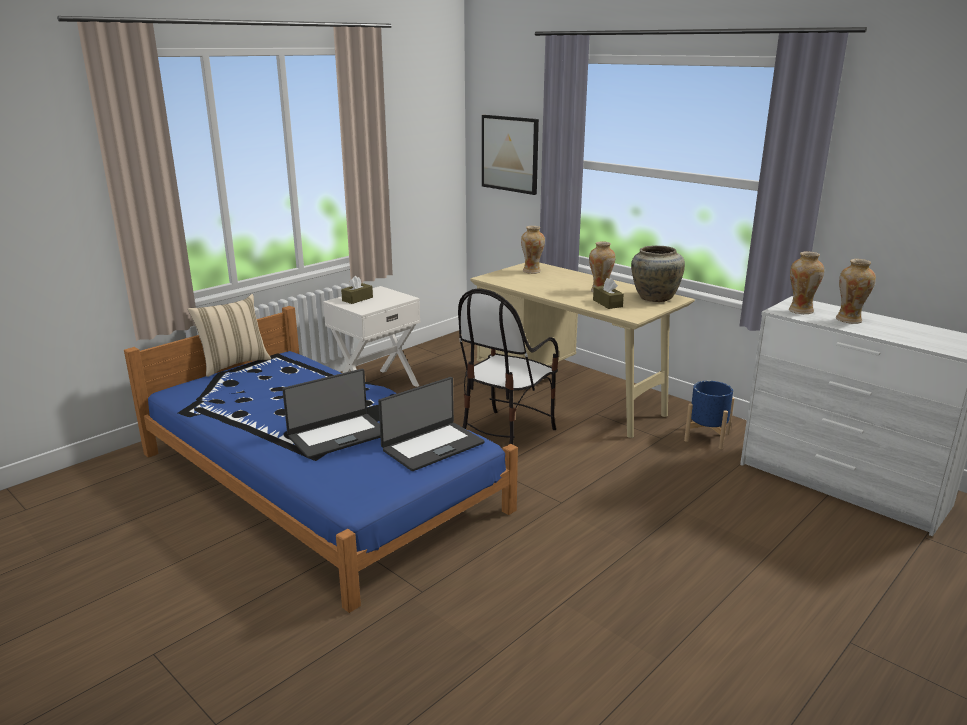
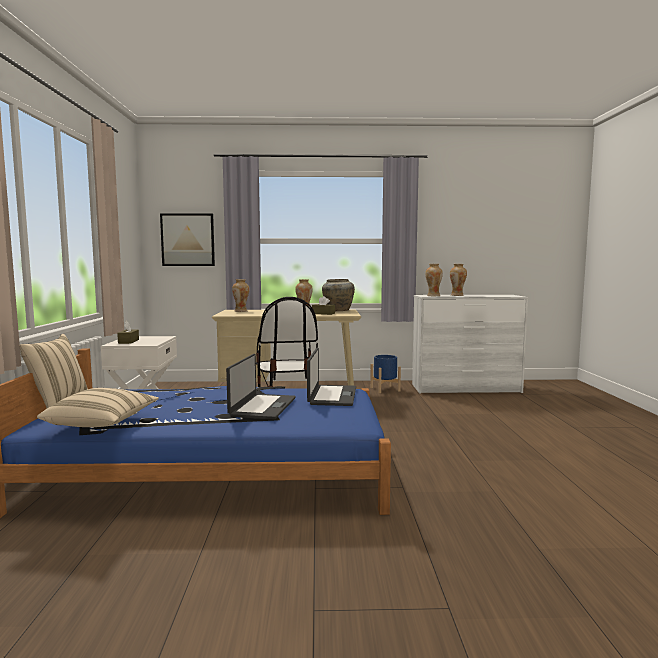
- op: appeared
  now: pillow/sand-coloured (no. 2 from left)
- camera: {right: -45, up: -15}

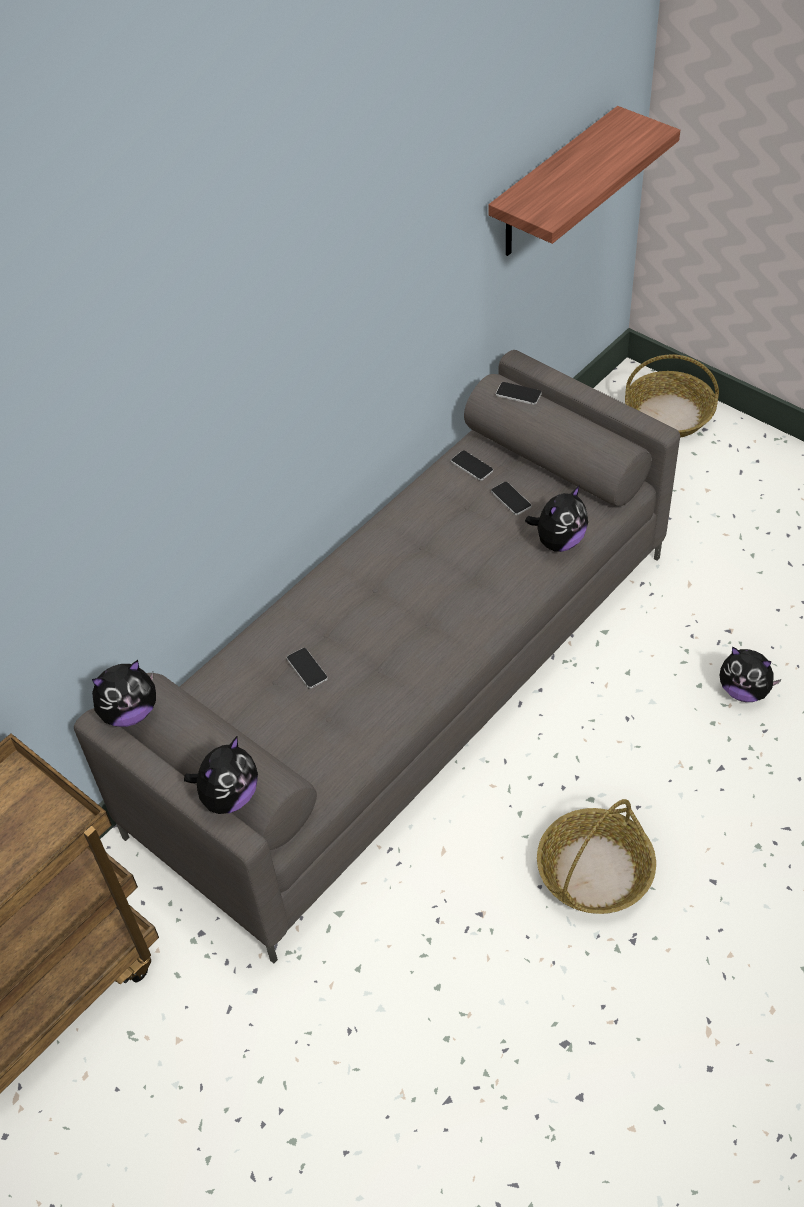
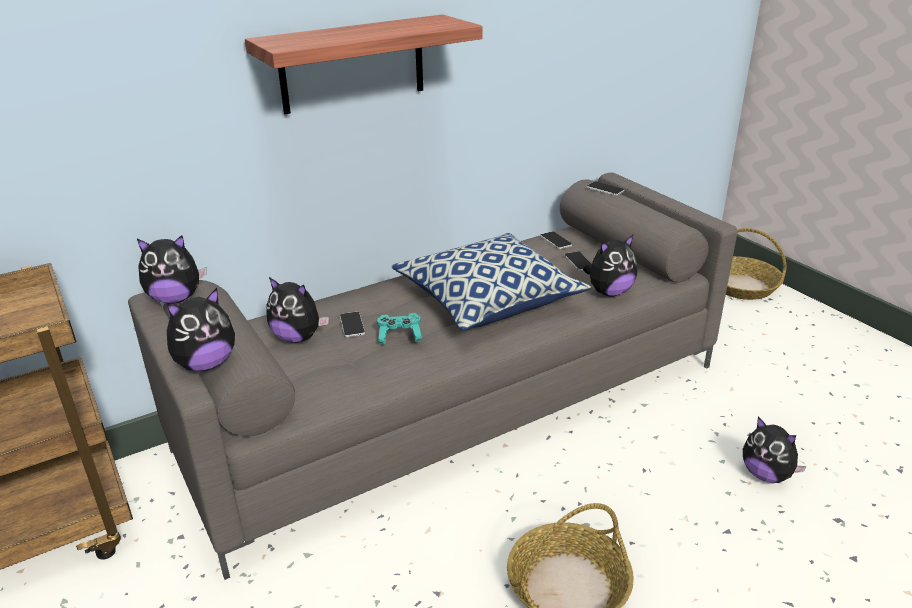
- op: relocated
  was: bracket shelf
- op: appeared
  now: cuddly toy (no. 3 from left)
- op: appeared
  now: game controller/turquoise-coloured
- op: appeared
  now: pillow
- camera: {right: 15, up: -20}

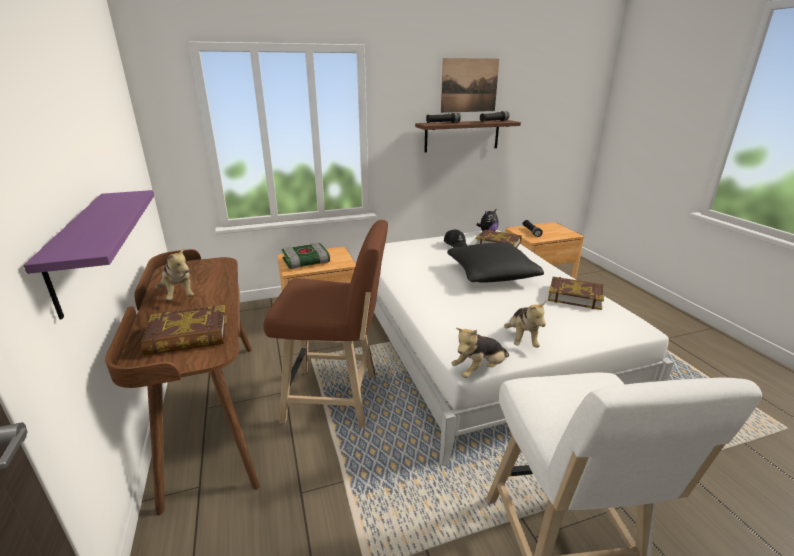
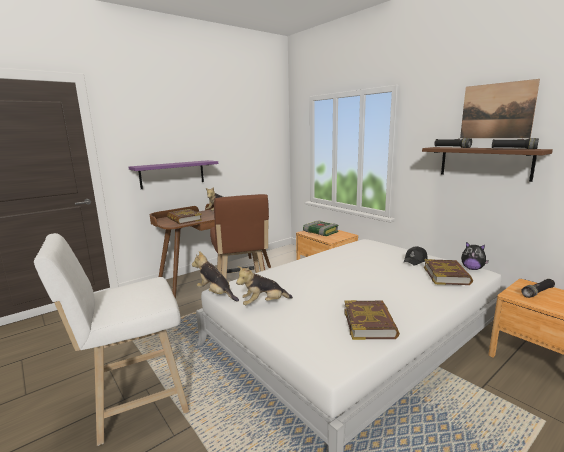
- op: missing
  was: pillow/black
- camera: {right: 70, up: -10}

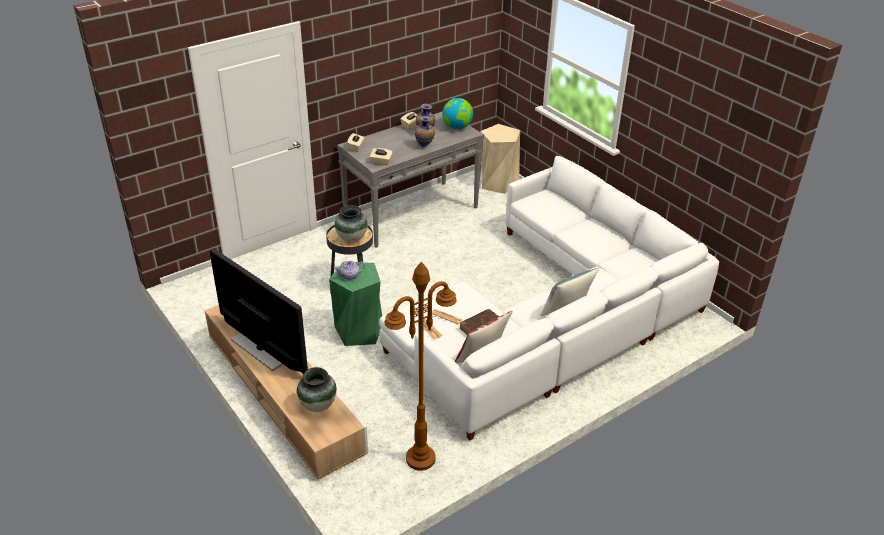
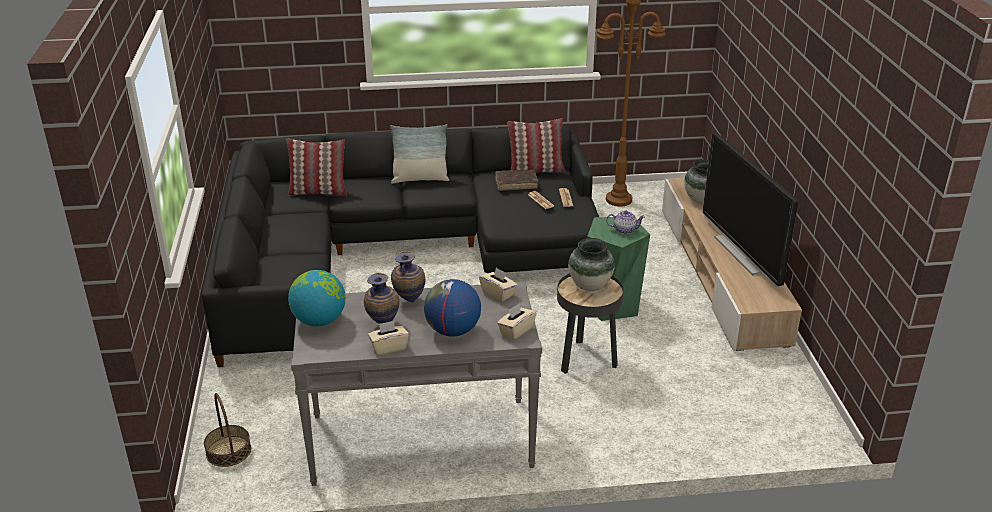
- op: colour
  was: couch/whitish
  now: couch/black
- op: exchanged
  was: stool/sand-coloured
  now: household basket
- op: appeared
  now: pillow (no. 1 from left)
- op: appeared
  now: globe (no. 2 from left)
- camera: {right: -150, up: -5}

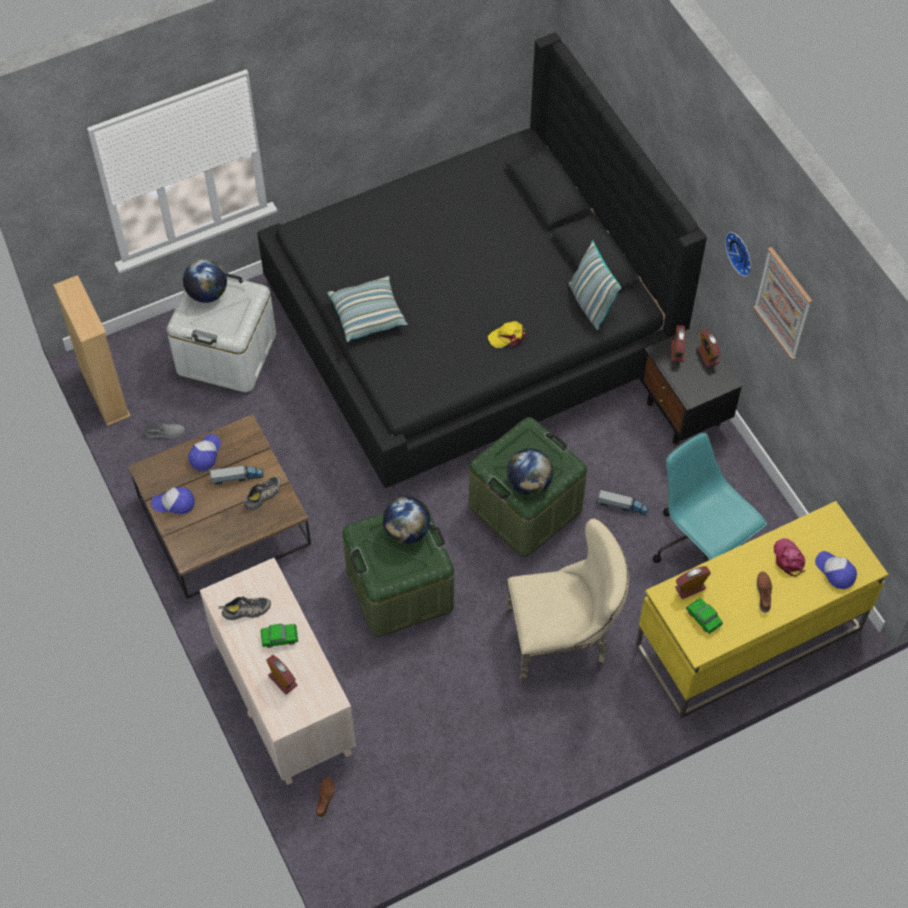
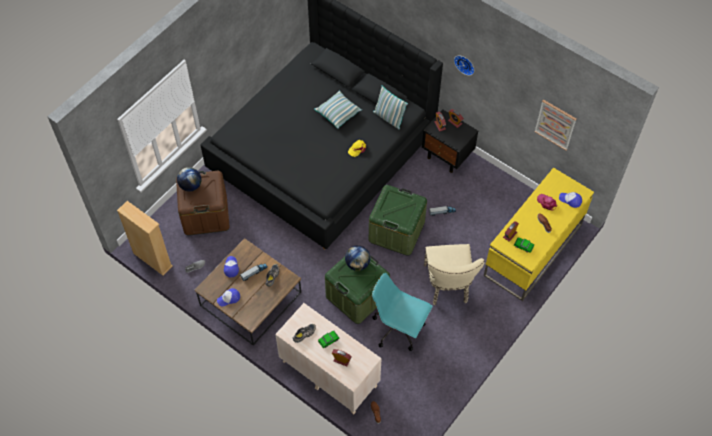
- op: colour
  was: storage container/whitish
  now: storage container/brownish
- op: relocated
  was: pillow (no. 1 from left)
- op: relocated
  was: office chair/turquoise-coloured
- op: spun
  was: plain chair/sand-coloured
  clockwise: 120
- op: relocated
  was: picture
- op: missing
  was: globe (no. 3 from left)
- camera: {right: -25, up: 0}

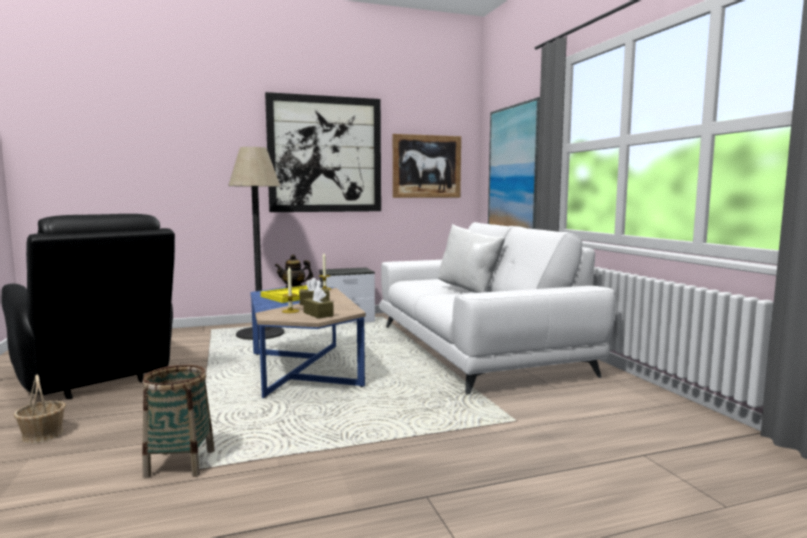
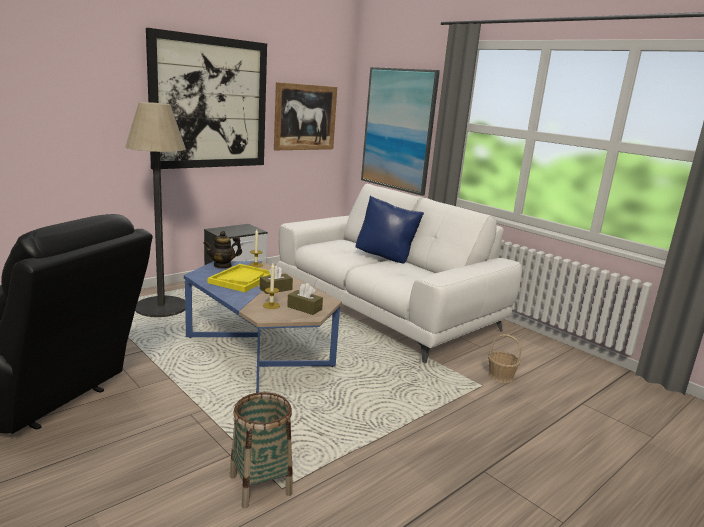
- op: colour
  was: pillow/whitish
  now: pillow/blue
- op: relocated
  was: household basket (no. 1 from left in the first image)
  now: household basket (no. 2 from left)
- camera: {right: -25, up: 10}

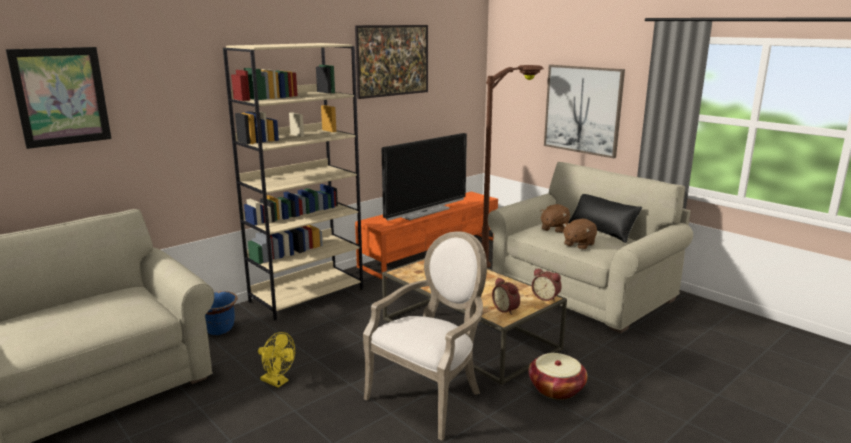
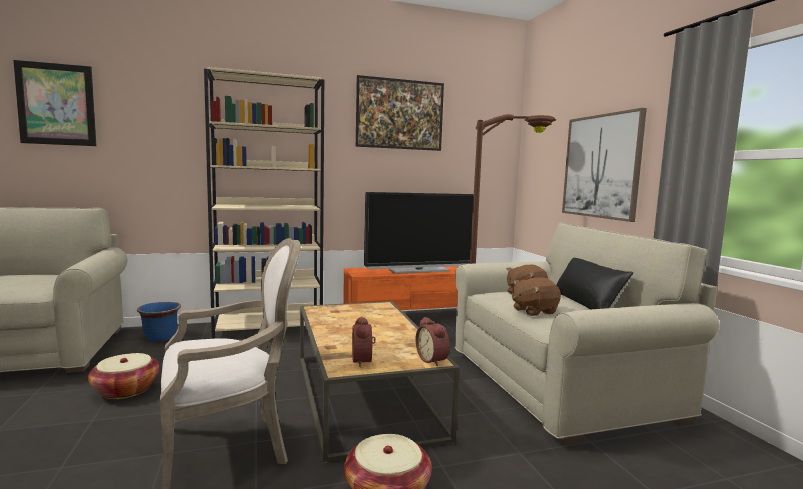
- op: exchanged
  was: fan/yellowish
  now: household basket (no. 1 from left)
- camera: {right: 25, up: -10}

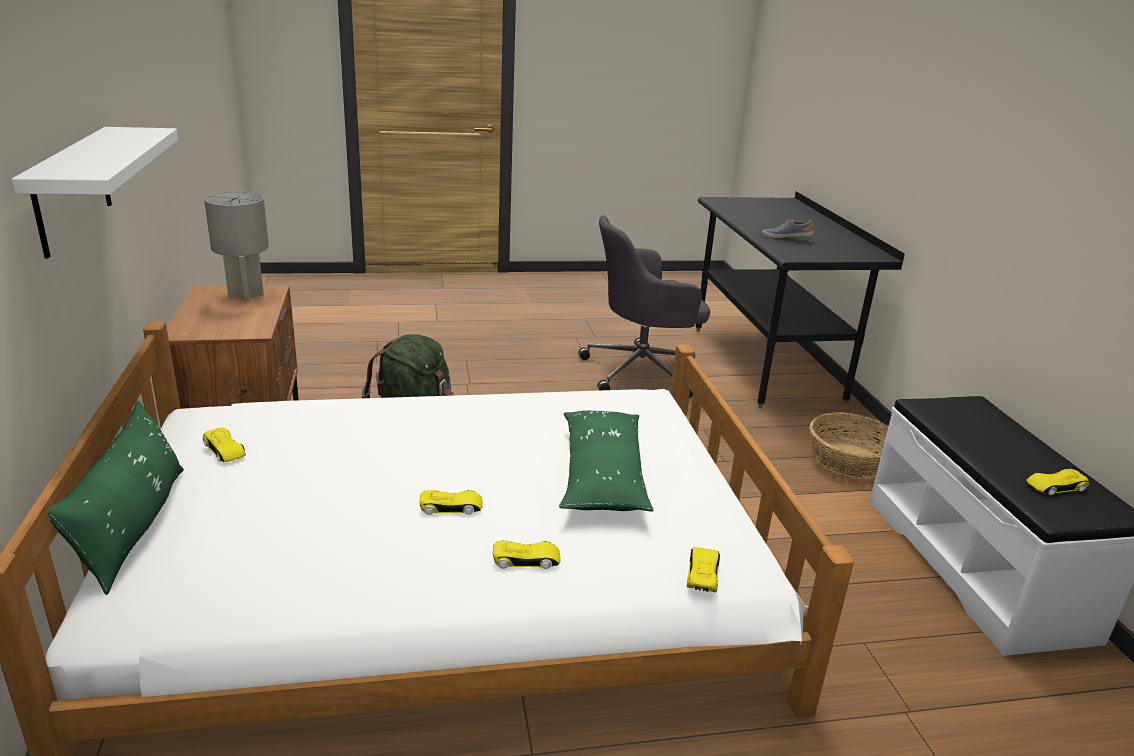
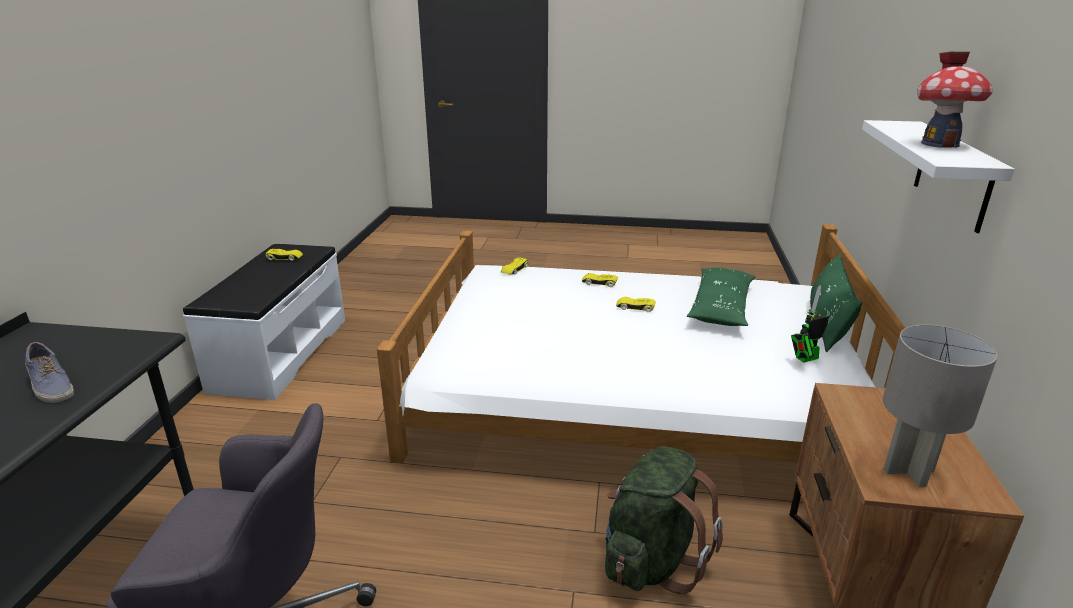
- op: relocated
  was: pillow/green (no. 2 from left in the first image)
  now: pillow/green (no. 1 from left)
- op: exchanged
  was: miniature car/yellowish (no. 1 from left)
  now: robot figure
- op: appeared
  now: model house
- op: missing
  was: household basket
- camera: {right: -160, up: 0}

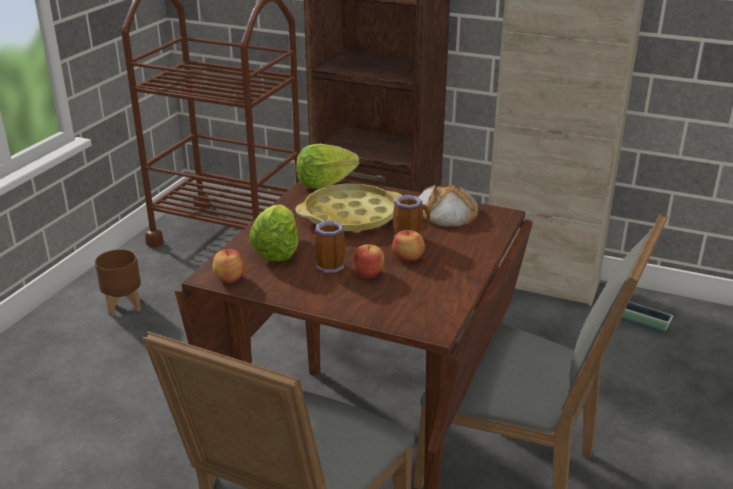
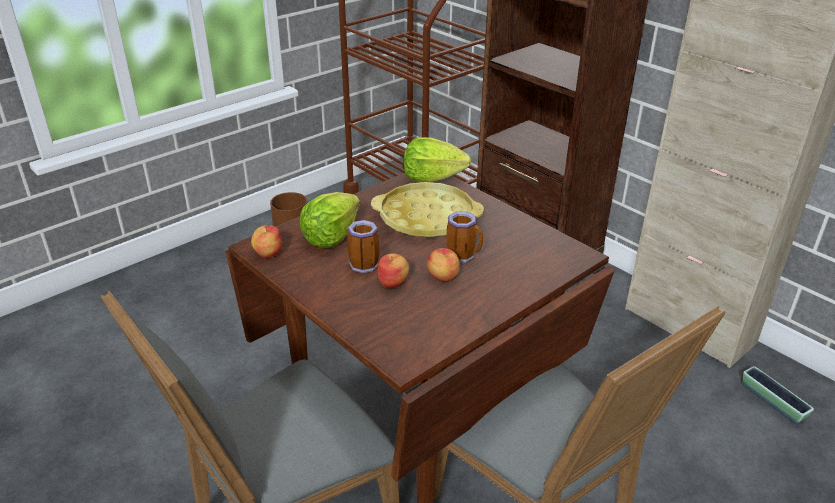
- op: missing
  was: bread
- camera: {right: 25, up: 5}

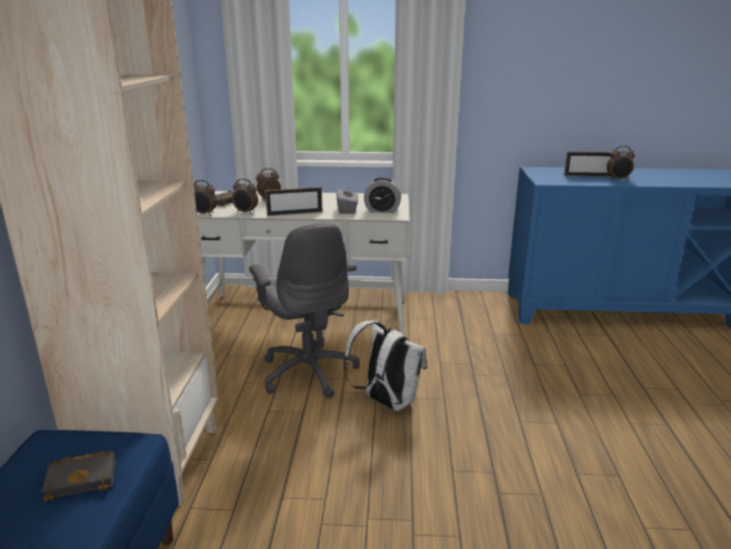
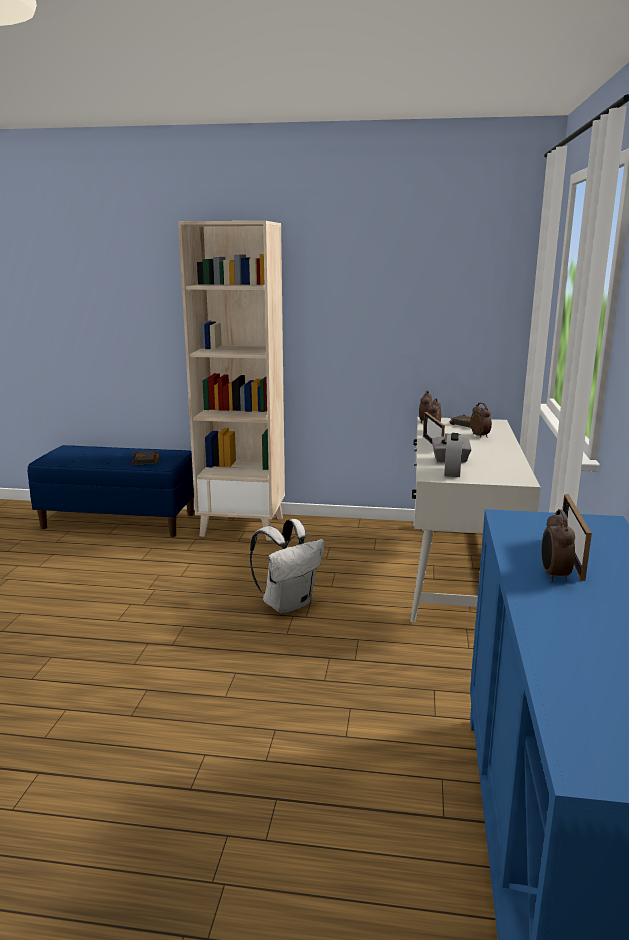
- op: missing
  was: office chair/gray
- camera: {right: 95, up: -5}

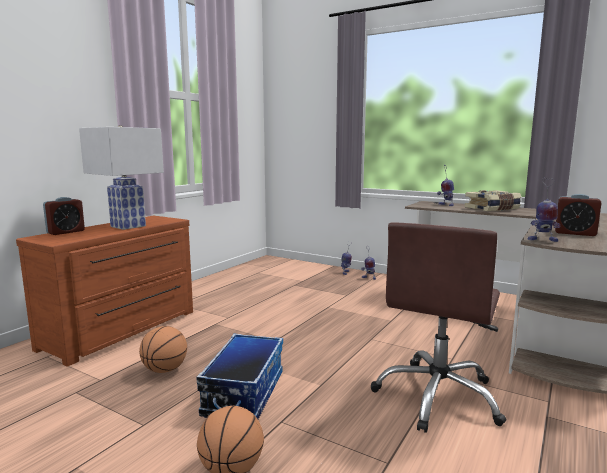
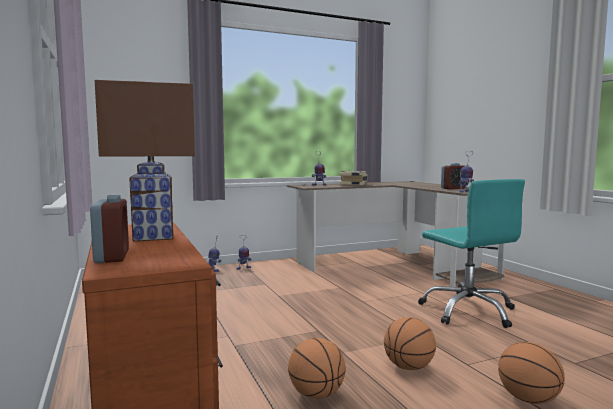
- op: colour
  was: lamp for a table/whitish
  now: lamp for a table/brownish
- op: exchanged
  was: storage container
  now: basketball (no. 2 from left)
- op: colour
  was: office chair/brownish
  now: office chair/turquoise-coloured
- camera: {right: -55, up: -5}

